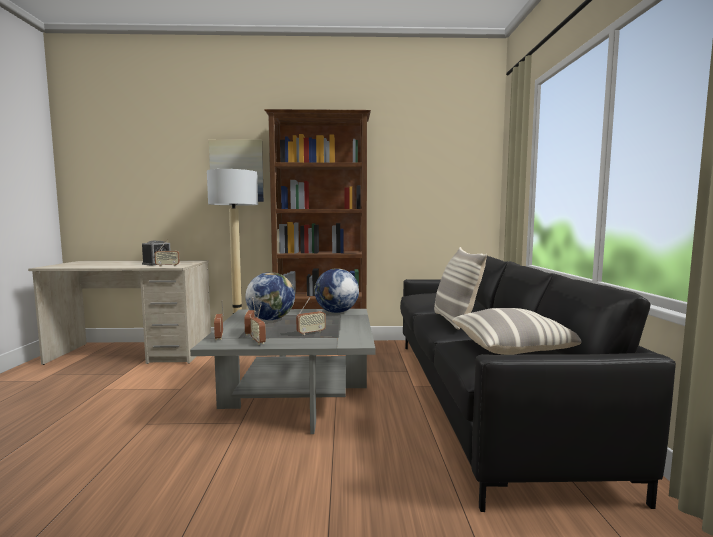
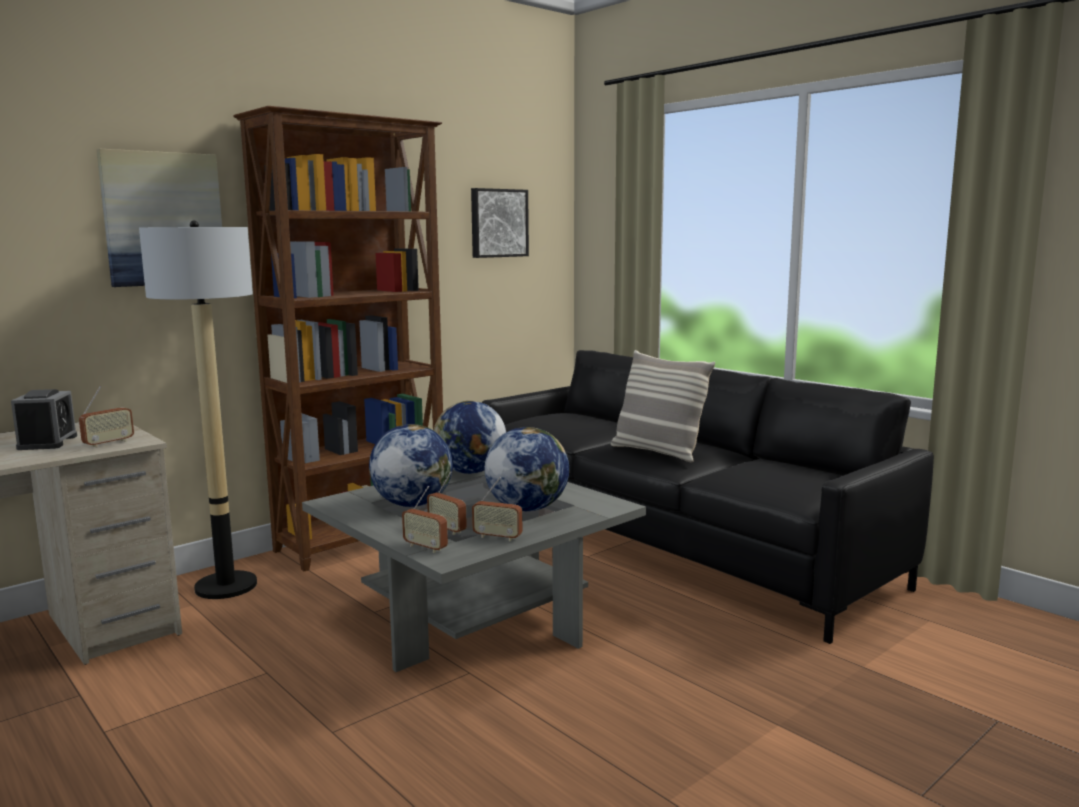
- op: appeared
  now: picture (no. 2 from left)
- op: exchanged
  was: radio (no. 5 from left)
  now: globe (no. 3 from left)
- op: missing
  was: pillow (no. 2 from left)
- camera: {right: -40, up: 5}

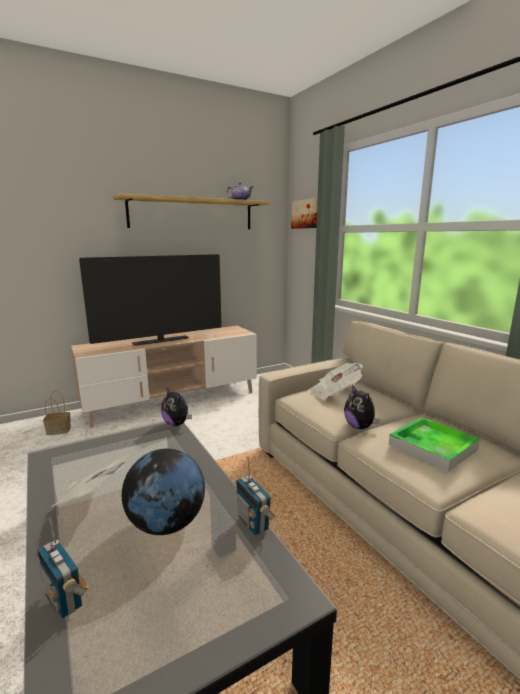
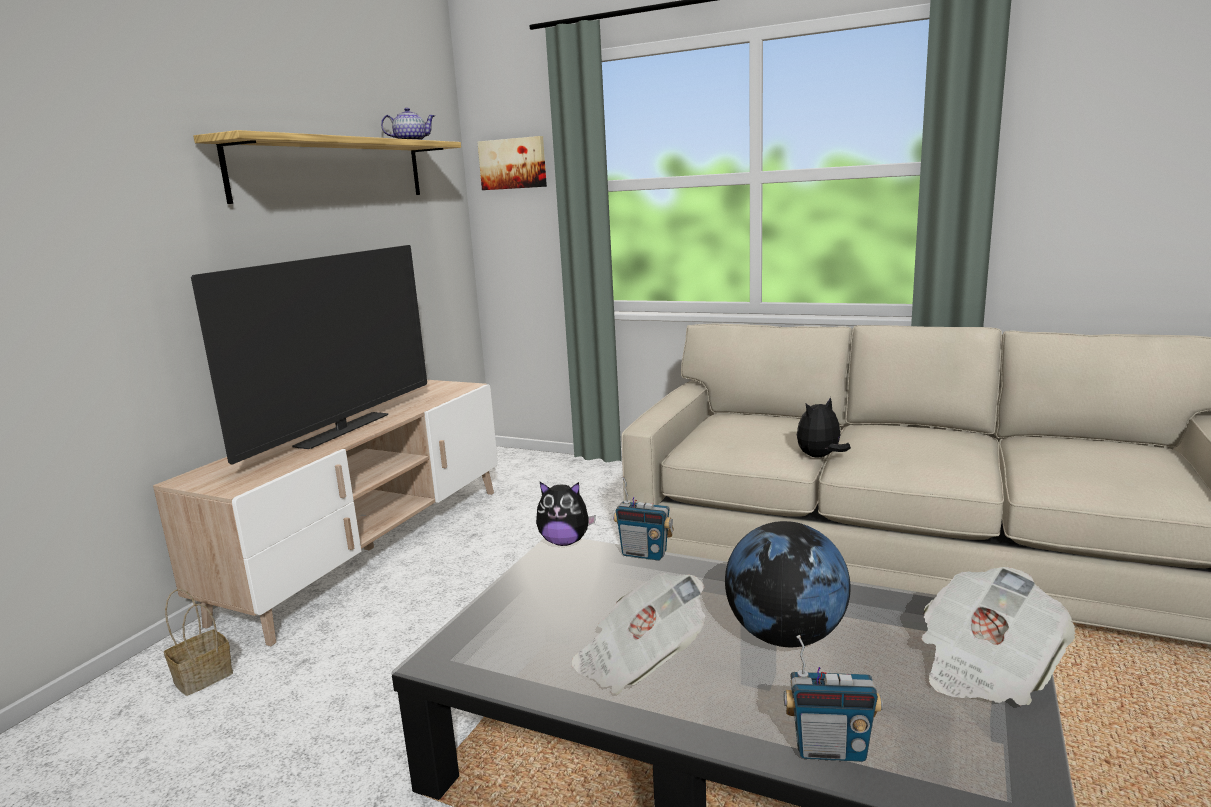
- op: relocated
  was: radio (no. 2 from left in the first image)
  now: radio (no. 1 from left)
- op: spun
  was: cuddly toy (no. 2 from left)
  clockwise: 120
- op: relocated
  was: printed paper (no. 2 from left)
- op: missing
  was: carrying tray
- camera: {right: -35, up: 0}

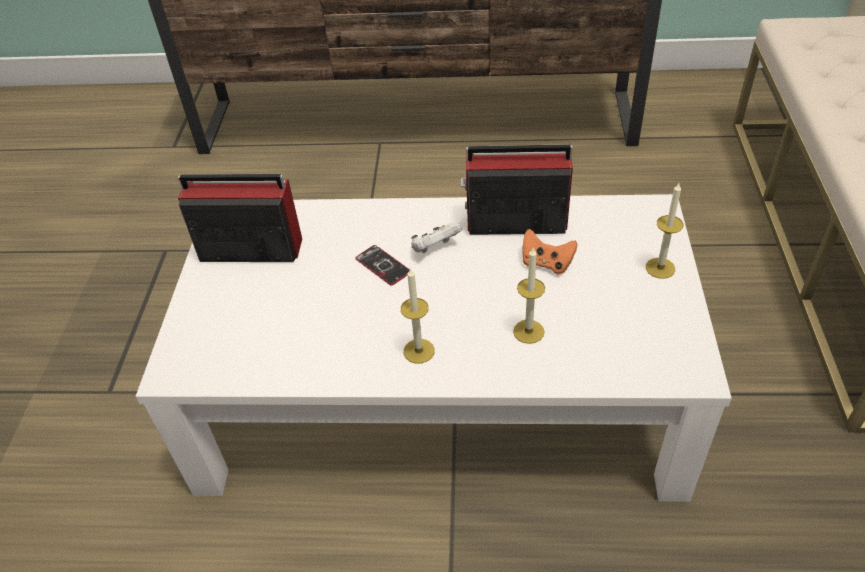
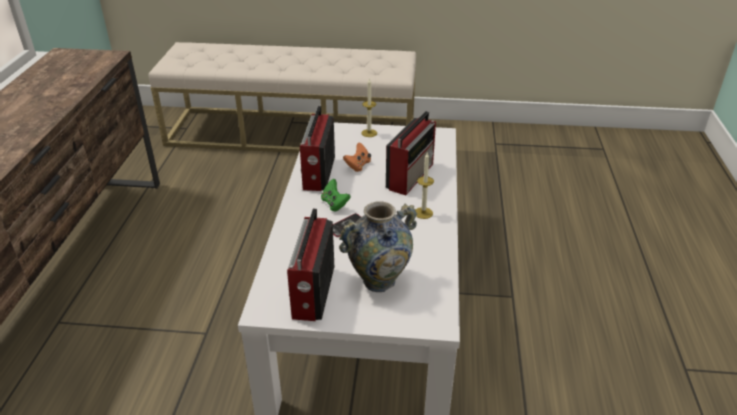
- op: colour
  was: game controller/whitish
  now: game controller/green
- op: appeared
  now: decorative vase
- op: exchanged
  was: candle (no. 2 from left)
  now: radio (no. 3 from left)
- camera: {right: -90, up: -10}

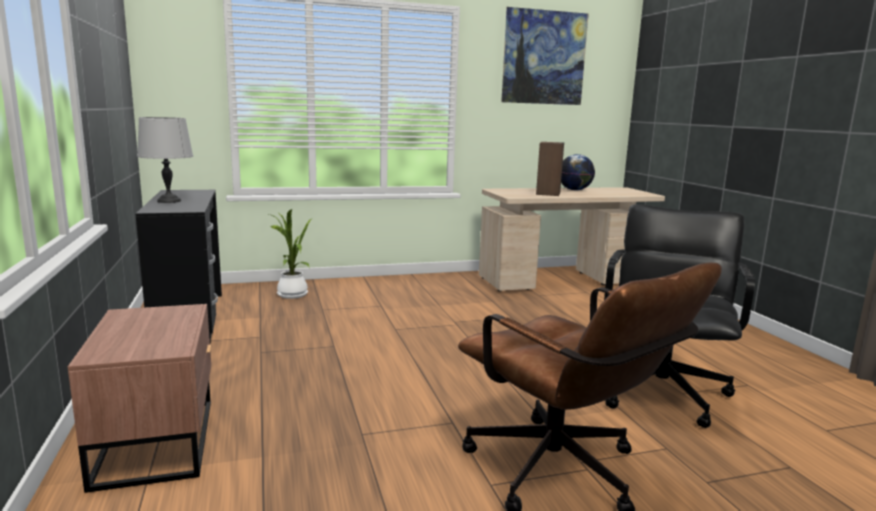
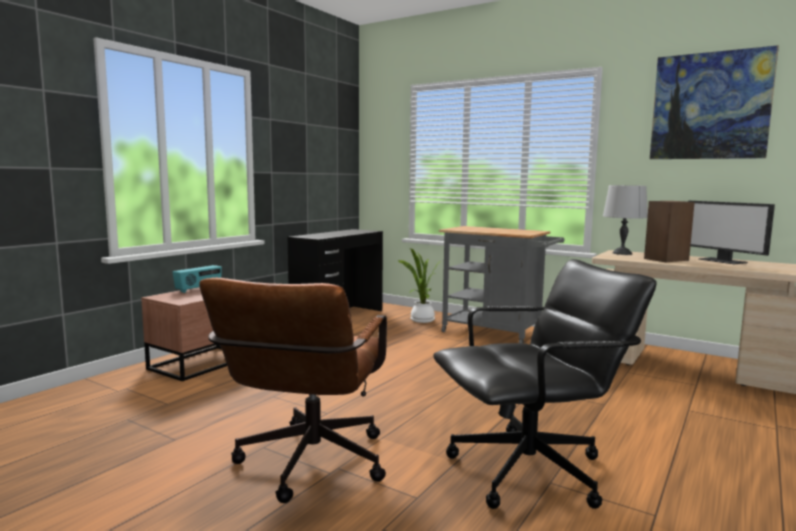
- op: appeared
  now: radio
- op: appeared
  now: trolley/gray
- op: relocated
  was: lamp for a table/gray
- op: exchanged
  was: globe
  now: computer display
- camera: {right: 50, up: -5}

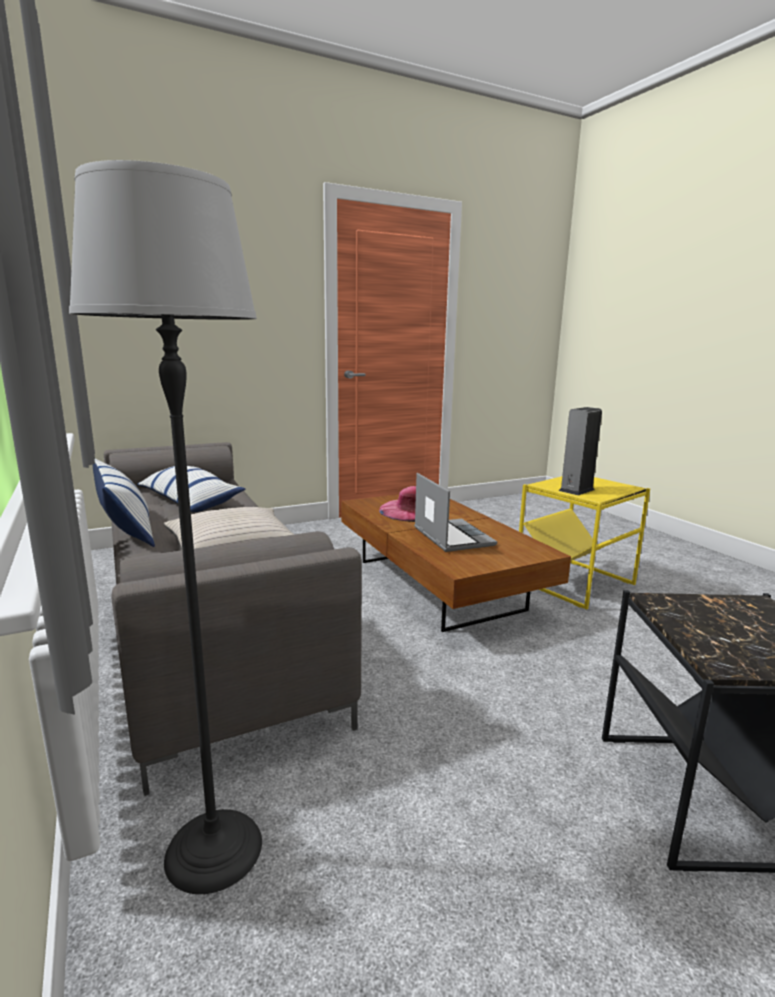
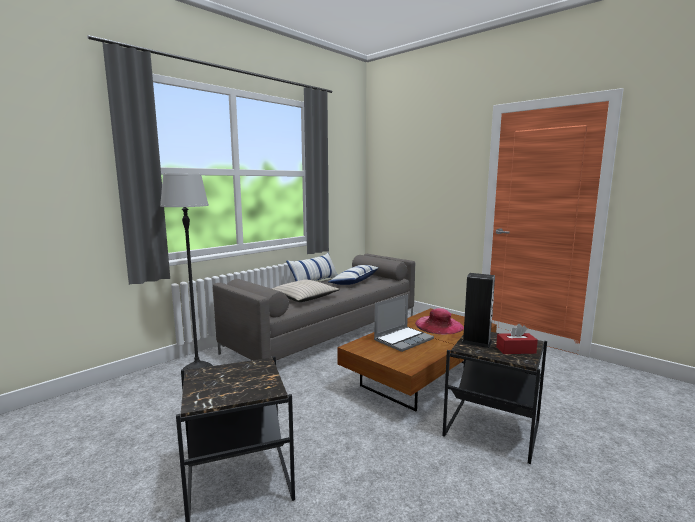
- op: colour
  was: accent table/yellowish
  now: accent table/black (no. 2 from left)
- op: appeared
  now: tissue holder/reddish
- camera: {right: 70, up: -5}

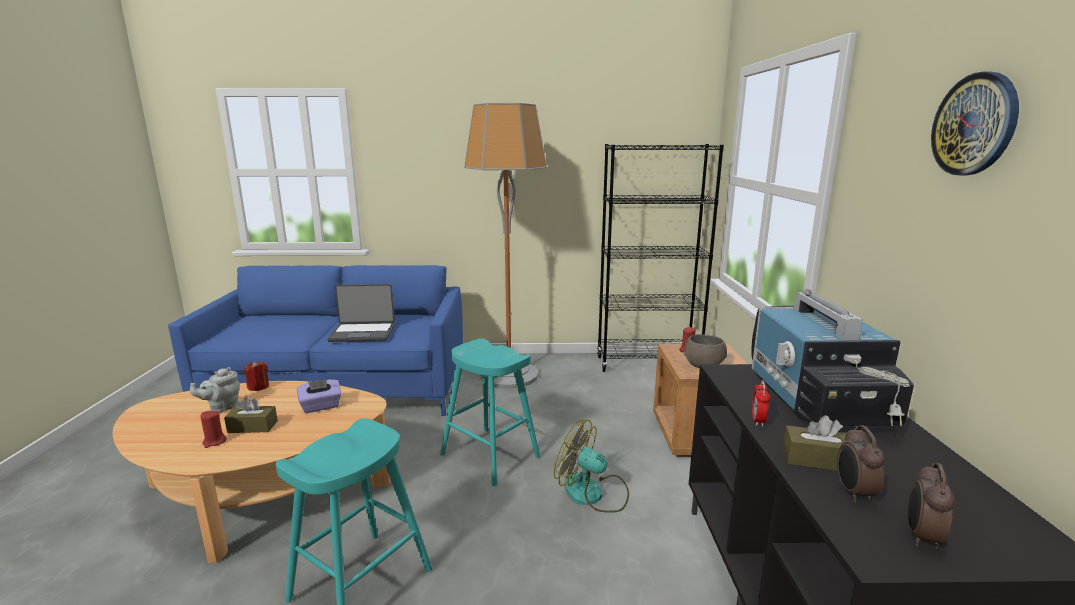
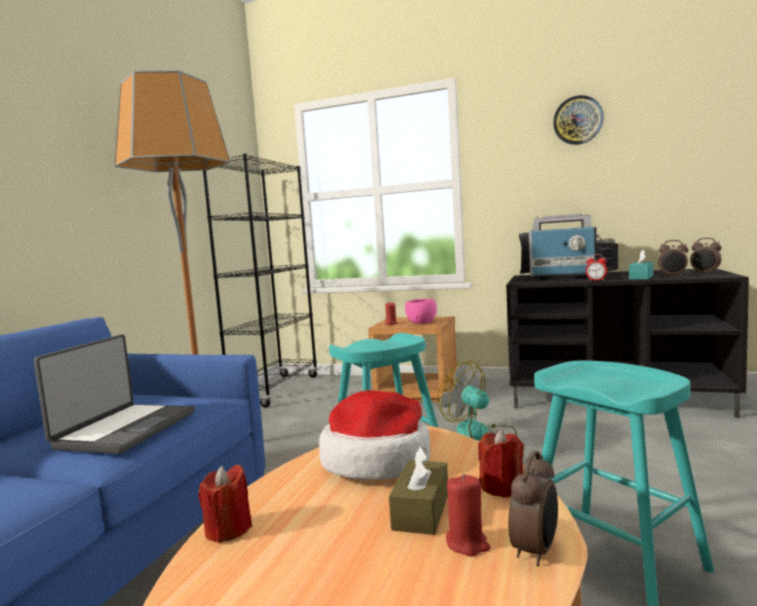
- op: exchanged
  was: tissue holder/purplish
  now: clothing hat
- op: colour
  was: deep dish/gray
  now: deep dish/pink-coloured
- op: spun
  was: fan
  clockwise: 90
- op: appeared
  now: candle/reddish (no. 4 from left)
- op: appeared
  now: bedside clock (no. 1 from left)
- op: colour
  was: tissue holder/brownish (no. 2 from left)
  now: tissue holder/turquoise-coloured
- op: missing
  was: pot for tea/gray
- camera: {right: -70, up: -10}

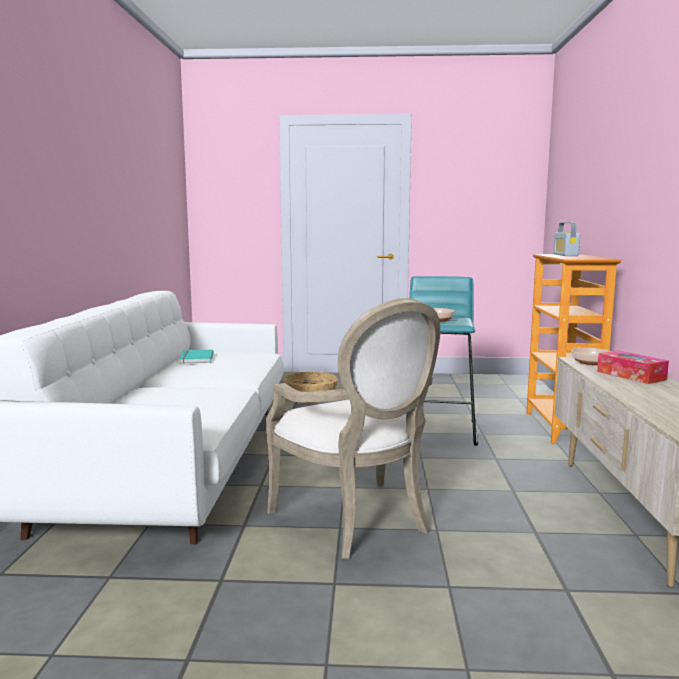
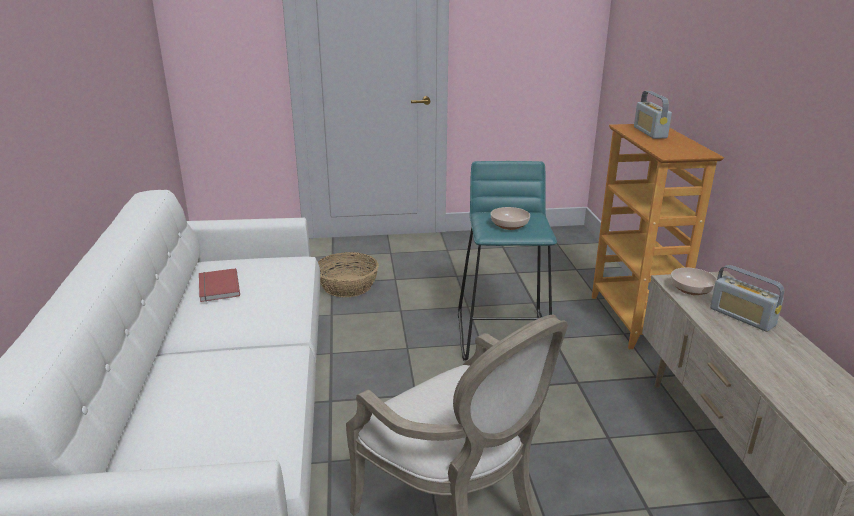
- op: colour
  was: book/turquoise-coloured
  now: book/reddish
- op: exchanged
  was: tissue holder
  now: radio (no. 2 from left)
- camera: {right: -10, up: 15}

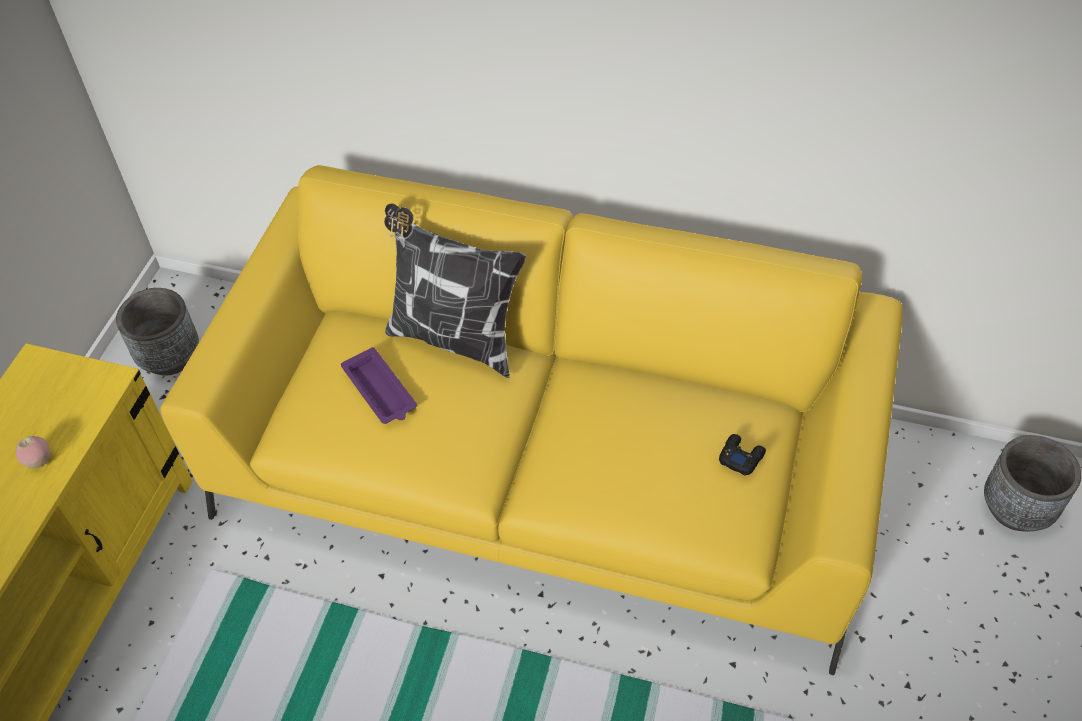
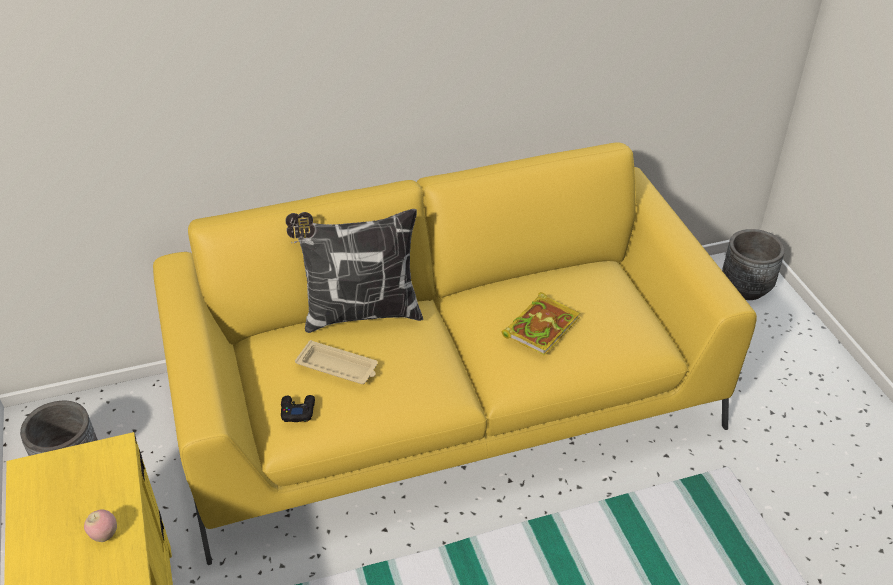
- op: relocated
  was: game controller/black
- op: colour
  was: carrying tray/purplish
  now: carrying tray/sand-coloured
- op: appeared
  now: book
- camera: {right: -35, up: -10}

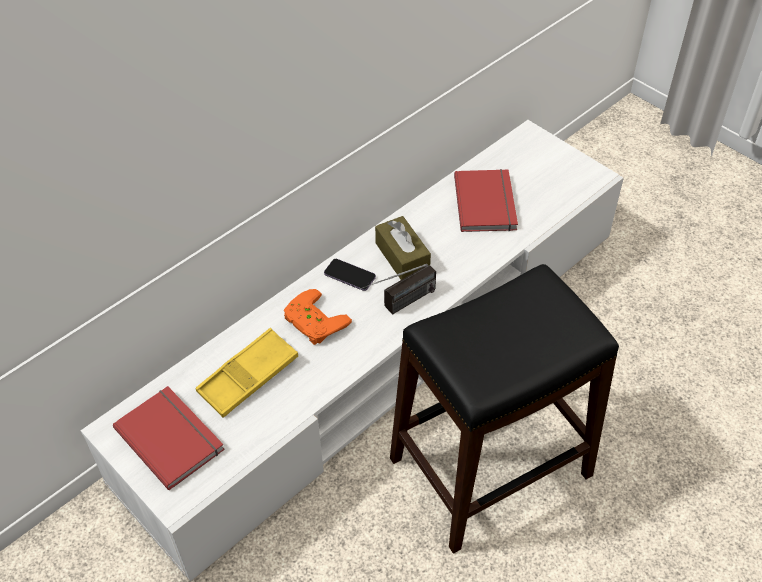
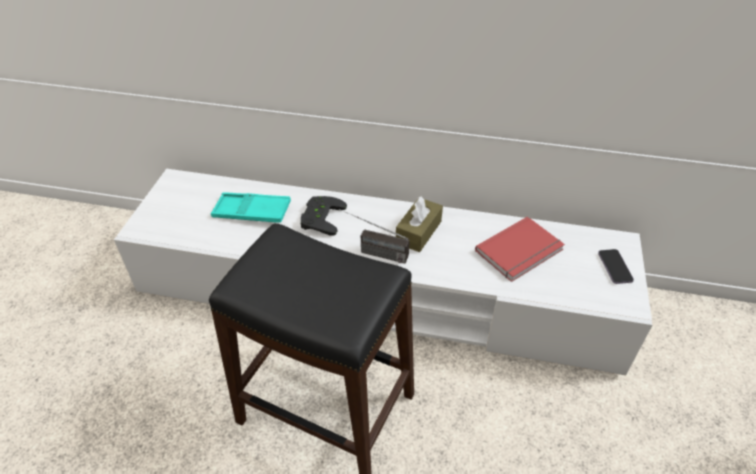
- op: colour
  was: carrying tray/yellowish
  now: carrying tray/turquoise-coloured
- op: colour
  was: game controller/orange-coloured
  now: game controller/black
- op: relocated
  was: phone
- op: missing
  was: book/reddish (no. 1 from left)
- camera: {right: 55, up: -5}

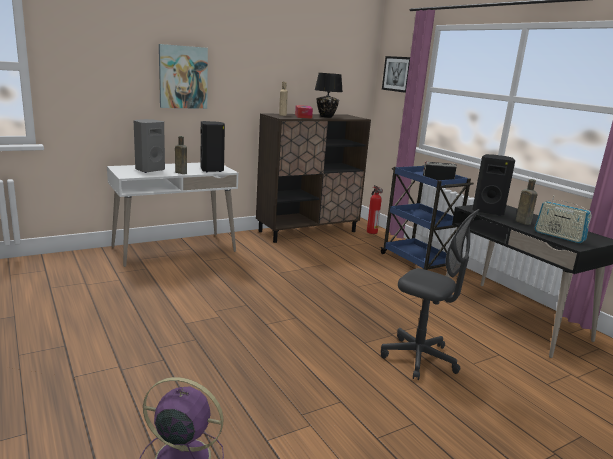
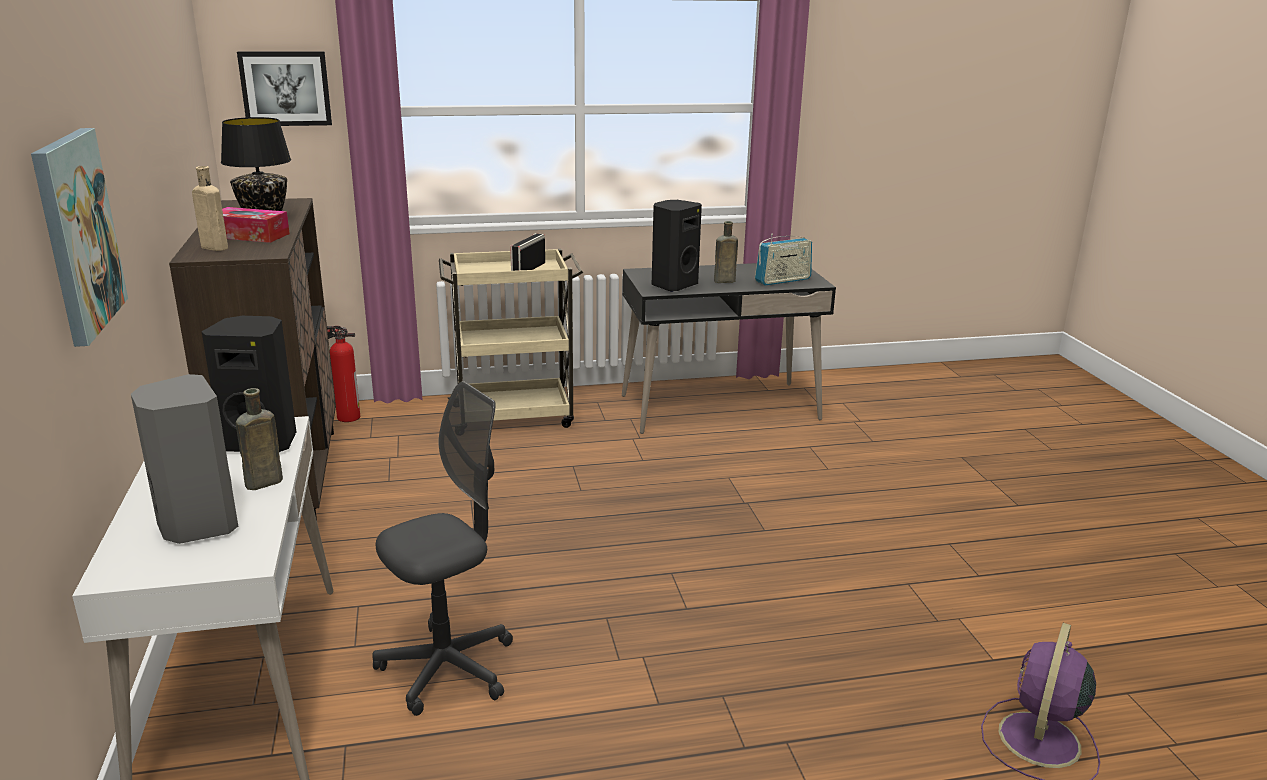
- op: relocated
  was: office chair/gray
- op: colour
  was: trolley/blue
  now: trolley/sand-coloured
- camera: {right: -70, up: 5}

